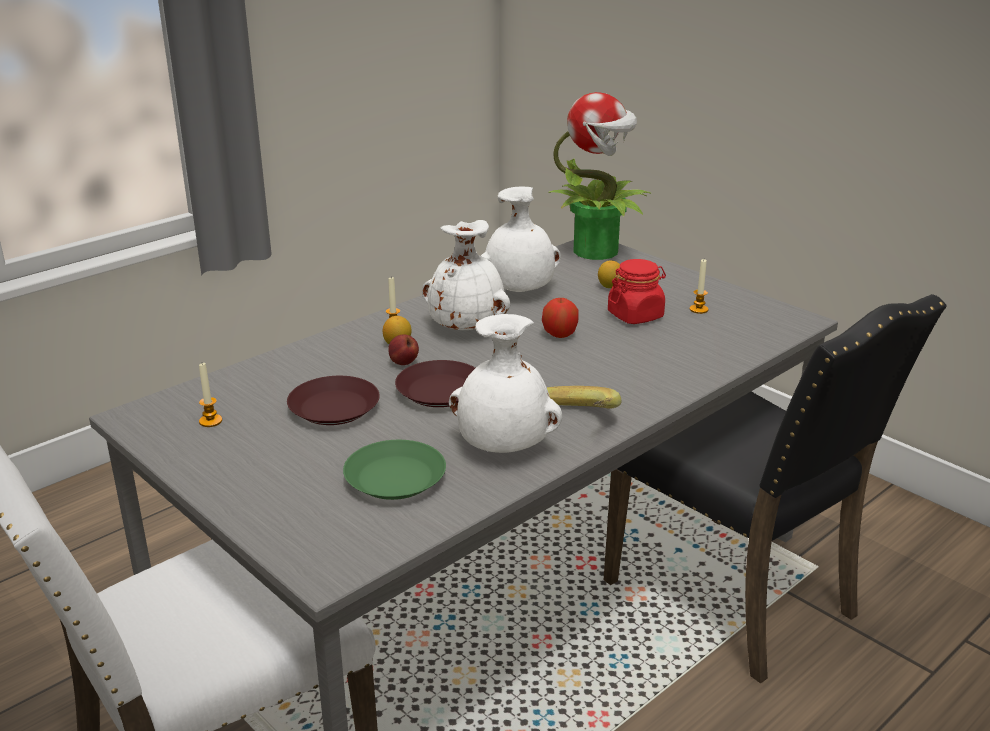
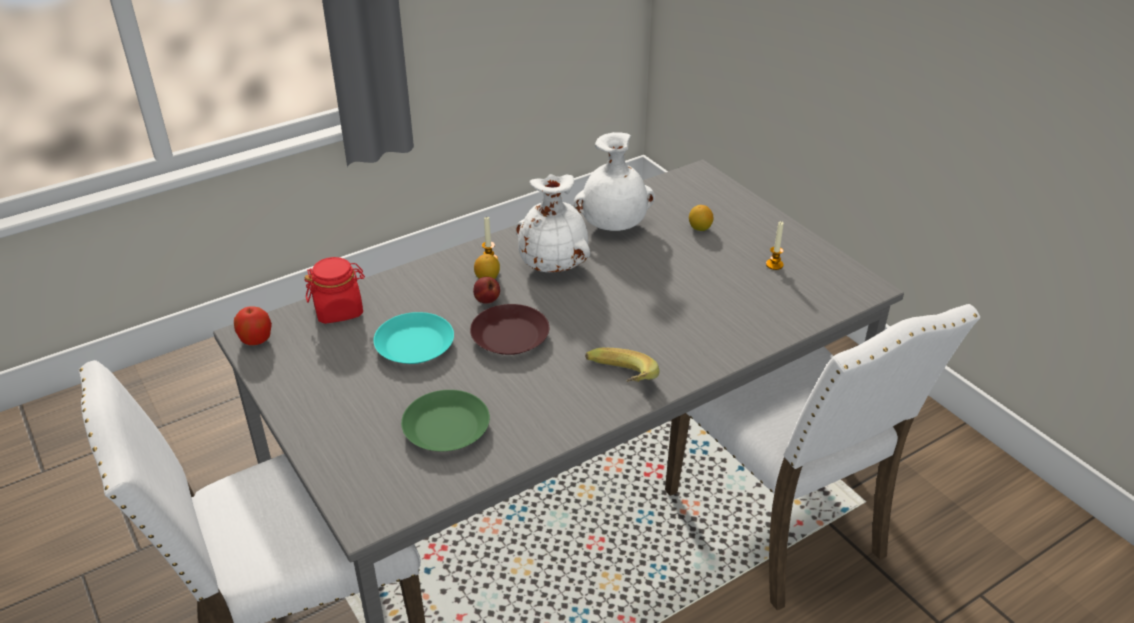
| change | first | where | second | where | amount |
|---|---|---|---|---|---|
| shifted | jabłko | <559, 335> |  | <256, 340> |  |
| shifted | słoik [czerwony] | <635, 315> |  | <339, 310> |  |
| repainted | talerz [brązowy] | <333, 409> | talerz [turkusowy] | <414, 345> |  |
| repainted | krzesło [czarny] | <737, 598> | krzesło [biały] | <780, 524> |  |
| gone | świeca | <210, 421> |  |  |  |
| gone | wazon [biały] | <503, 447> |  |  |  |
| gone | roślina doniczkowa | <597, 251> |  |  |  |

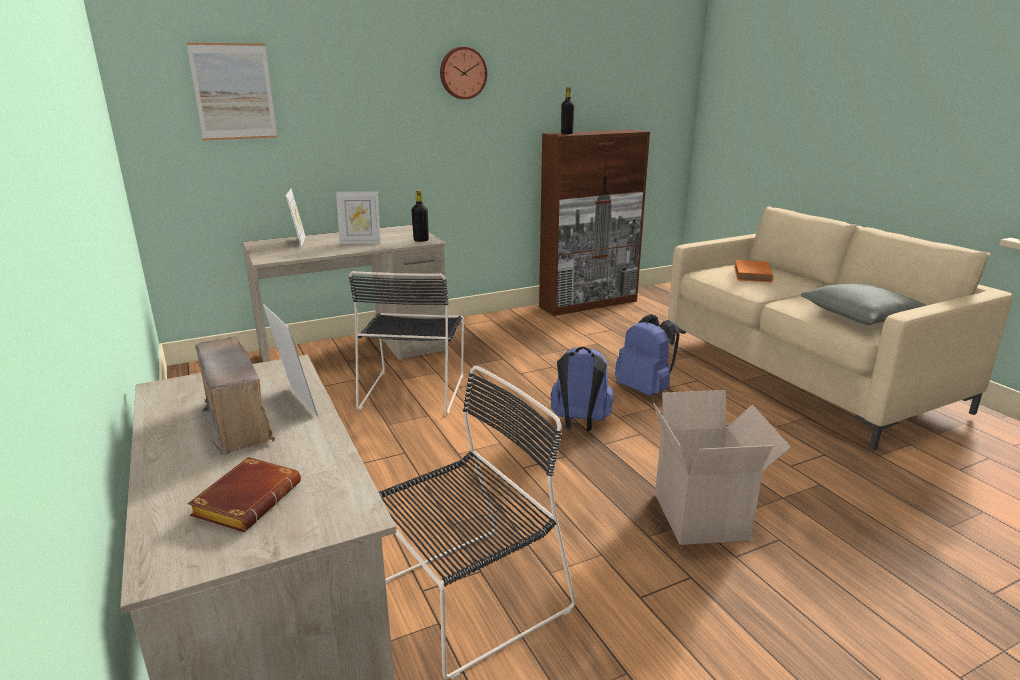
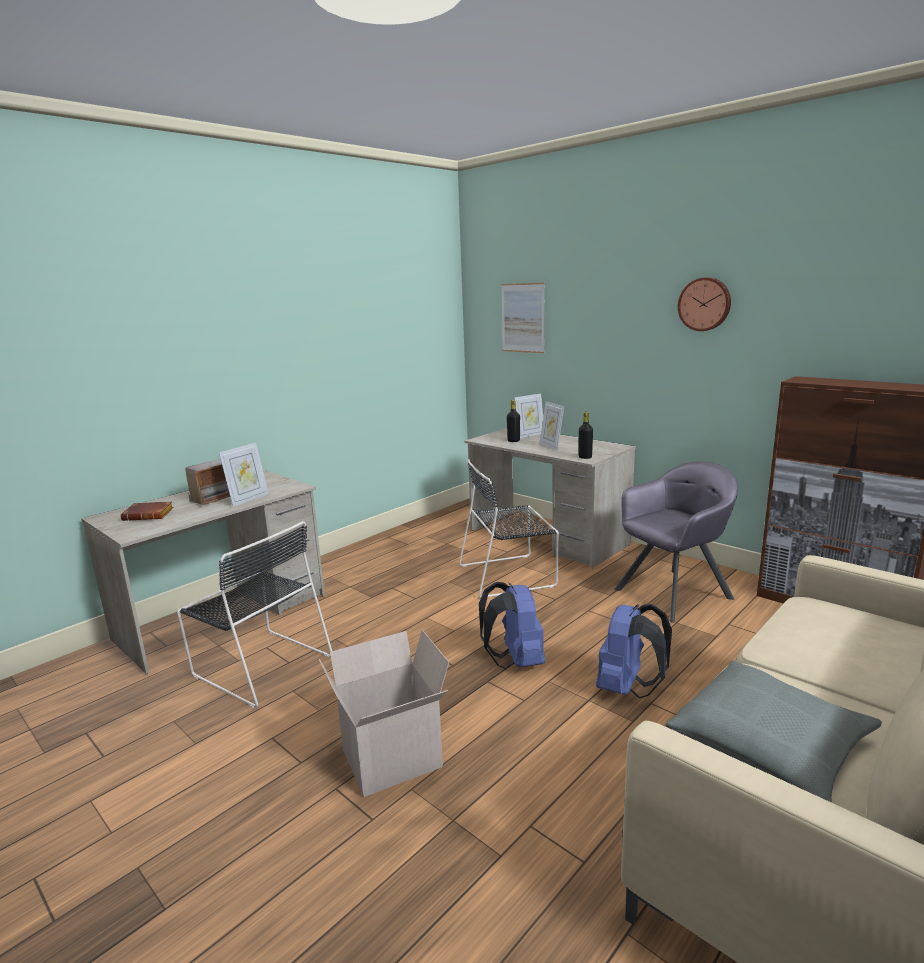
| change | first | where | second | where | amount |
|---|---|---|---|---|---|
| shifted | butelka [czarny] | <567, 133> |  | <513, 441> |  |
| new |  |  | fotel [szary] | <674, 594> |  |
| gone | książka [pomarańczowy] | <752, 275> |  |  |  |

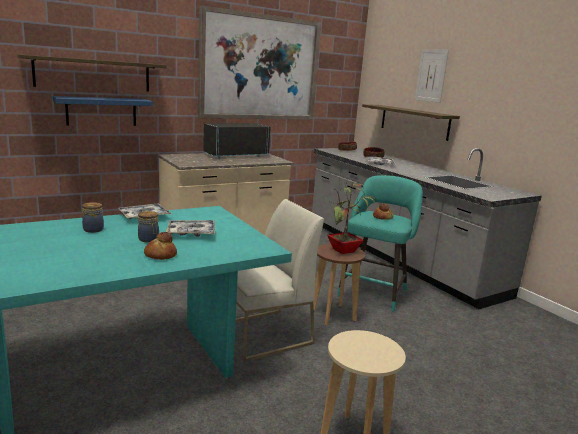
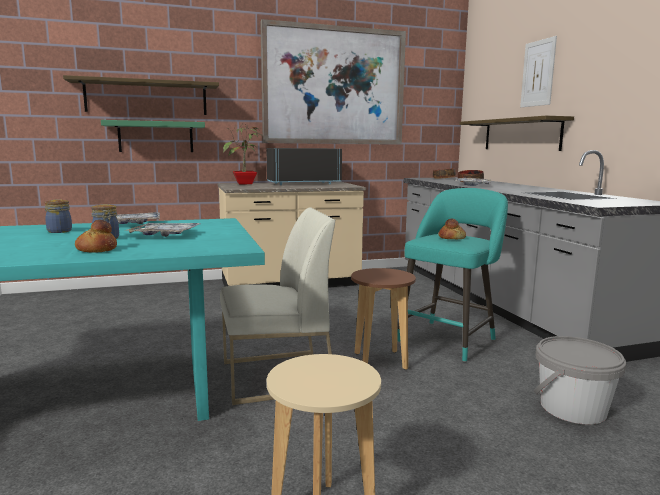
| change | first | where | second | where | amount |
|---|---|---|---|---|---|
| repainted | półka [niebieski] | <101, 111> | półka [zielony] | <156, 137> |  |
| shifted | roślina doniczkowa | <344, 251> |  | <245, 184> |  |
| new |  |  | wiadro [szary] | <572, 408> |  |

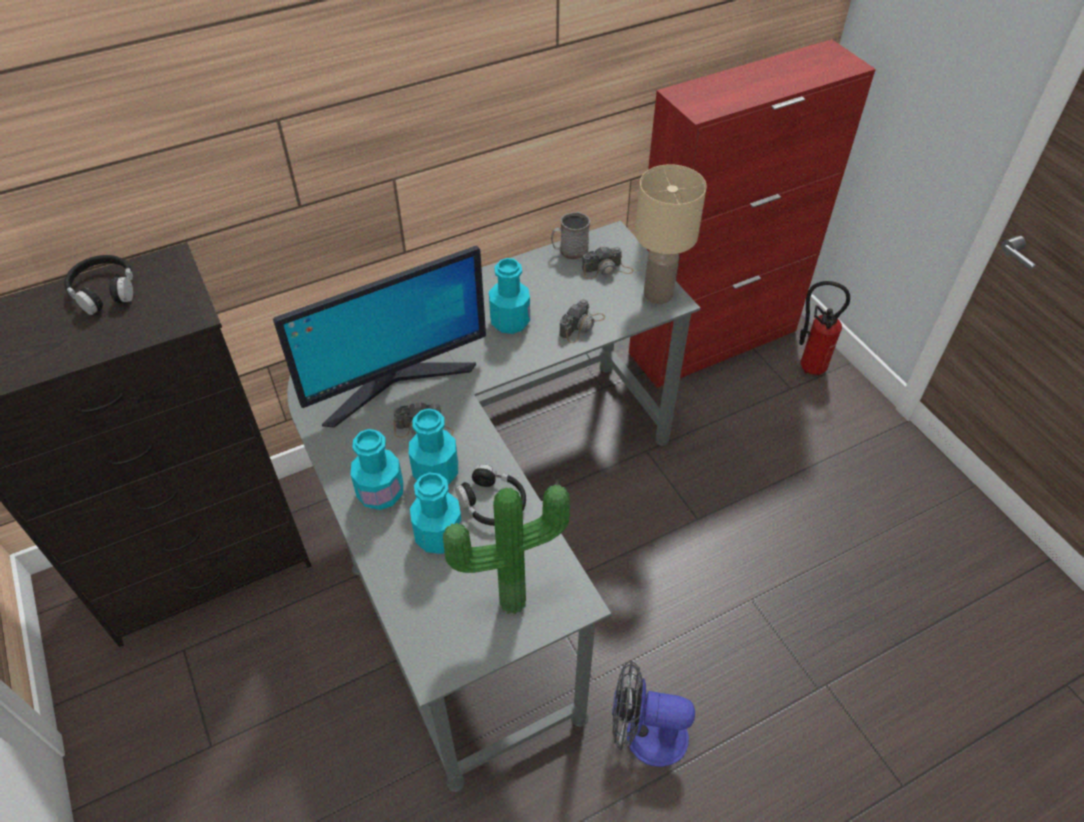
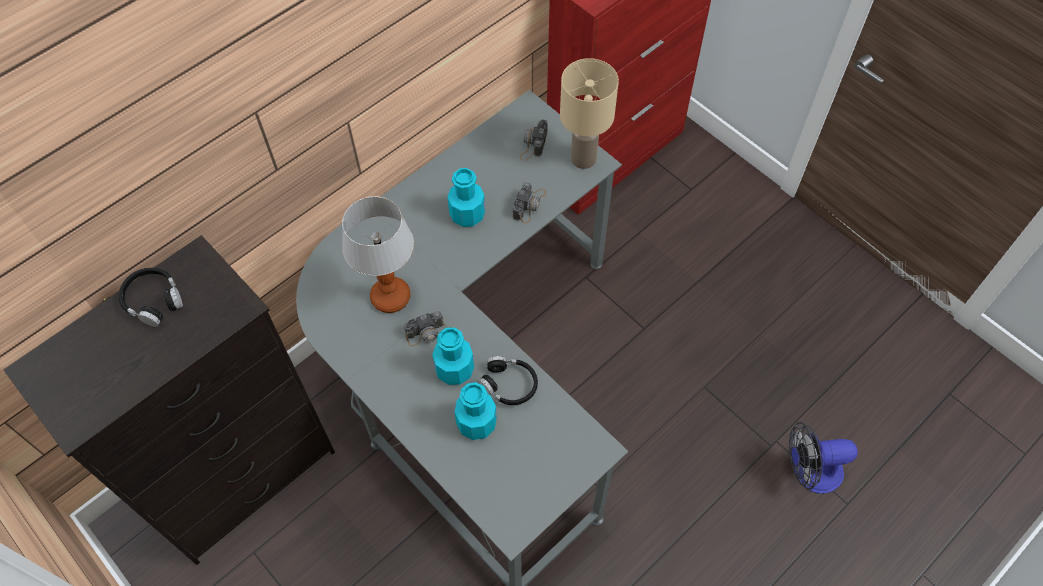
| change | first | where | second | where | amount |
|---|---|---|---|---|---|
| swapped | monitor | <395, 383> | lampa stołowa | <390, 296> |  |
| rotated | aparat fotograficzny | <607, 270> |  | <533, 144> | 135 degrees clockwise |
| shifted | wentylator | <645, 735> |  | <809, 472> |  |
| gone | butelka [turkusowy] | <380, 493> |  |  |  |
| gone | roślina doniczkowa | <510, 597> |  |  |  |
| gone | kubek [szary] | <569, 251> |  |  |  |
| gone | gaśnica | <807, 366> |  |  |  |

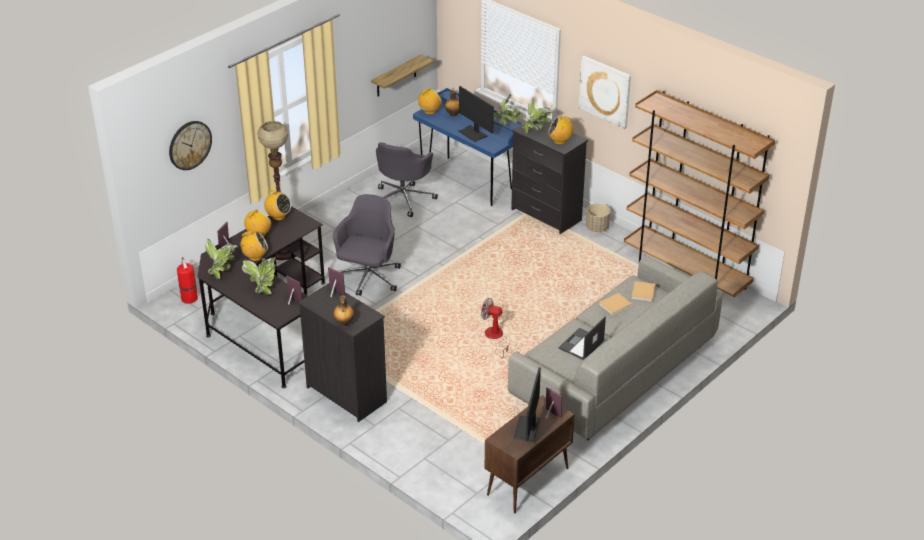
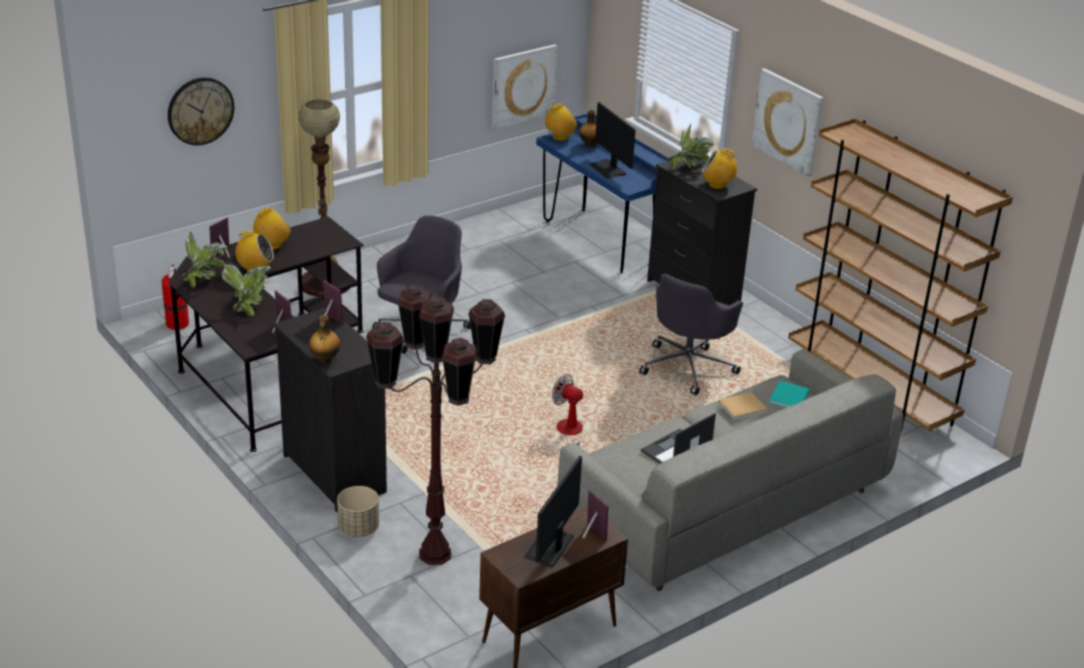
| change | first | where | second | where | amount |
|---|---|---|---|---|---|
| shifted | donica [beżowy] | <597, 228> |  | <359, 529> |  |
| new |  |  | lampa stojąca [brązowy] | <434, 554> |  |
| swapped | półka | <396, 76> | obraz | <522, 86> |  |
| shifted | krzesło biurowe [szary] | <403, 198> |  | <688, 366> |  |
| repainted | książka [beżowy] | <643, 293> | książka [turkusowy] | <788, 398> |  |
| gone | radio | <278, 216> |  |  |  |
| gone | roślina doniczkowa | <505, 124> |  |  |  |

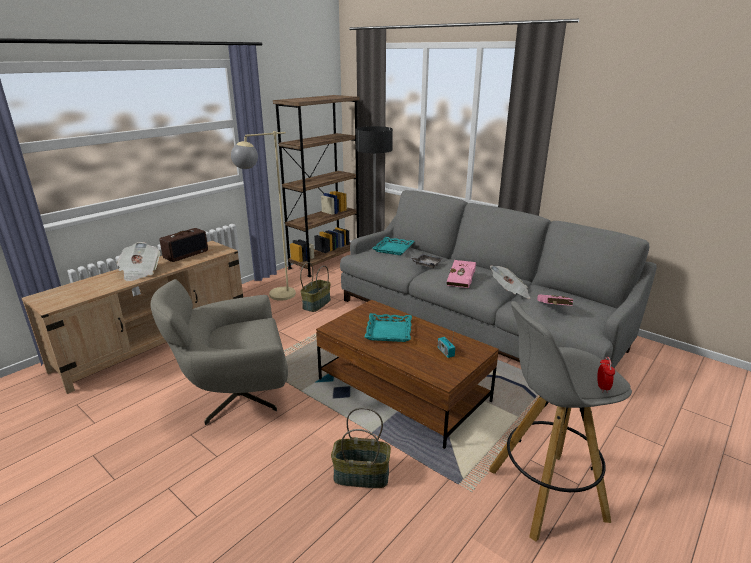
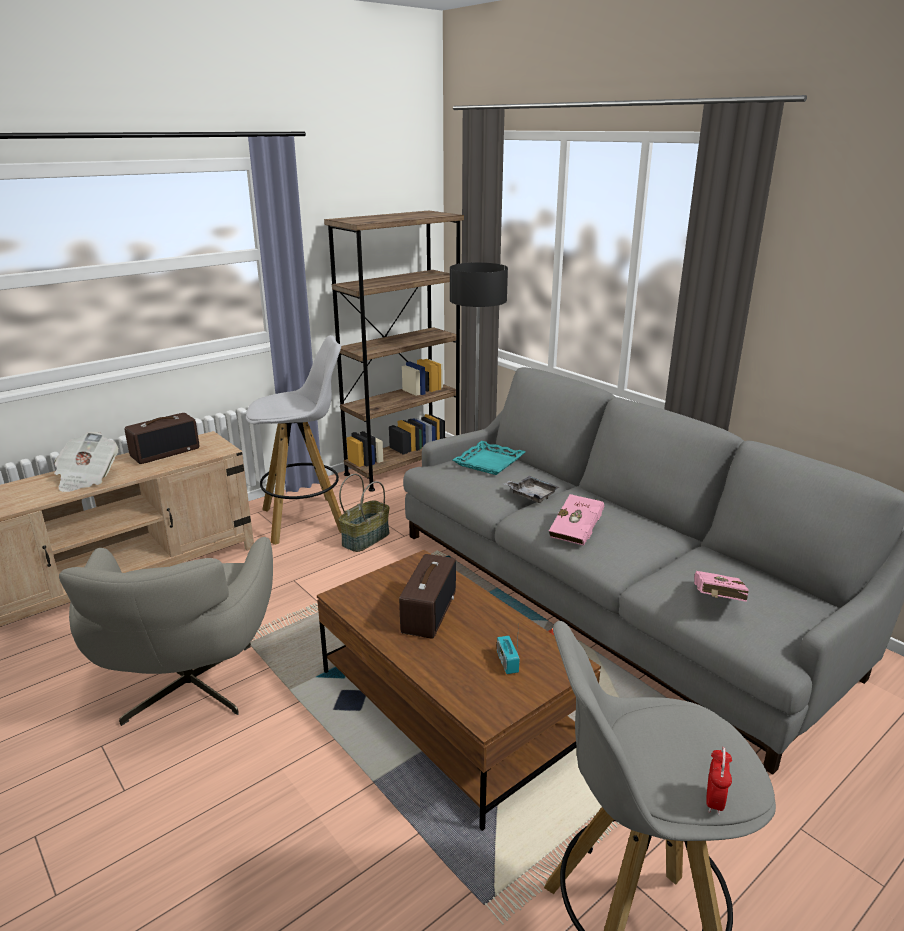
| change | first | where | second | where | amount |
|---|---|---|---|---|---|
| rotated | fotel [szary] | <235, 396> |  | <189, 687> | 90 degrees counterclockwise |
| swapped | lampa stojąca [beżowy] | <273, 296> | stołek [biały] | <306, 520> |  |
| swapped | taca [turkusowy] | <388, 331> | radio | <428, 612> |  |
| gone | koszyk | <360, 476> |  |  |  |
| gone | gazeta | <509, 292> |  |  |  |

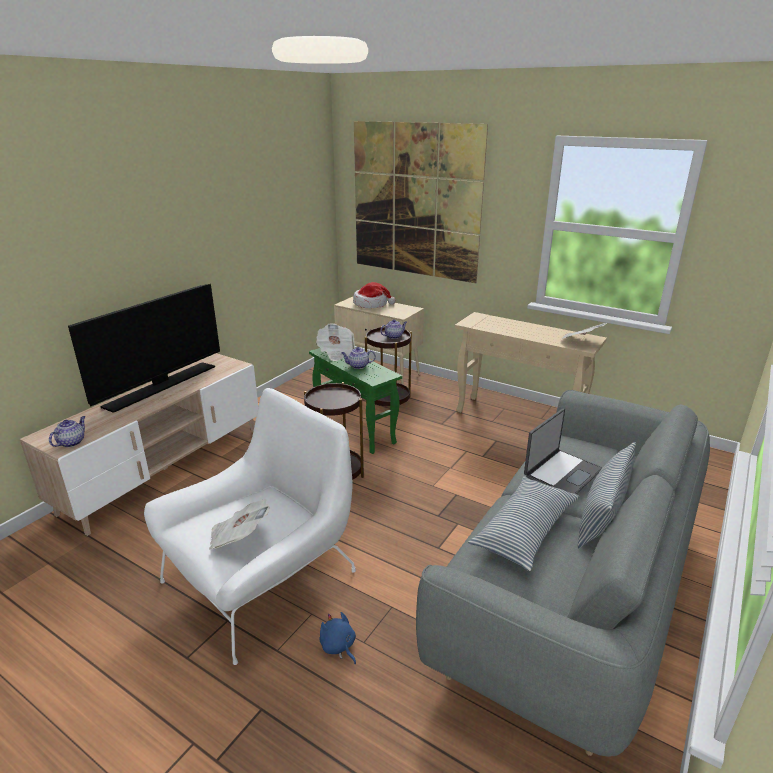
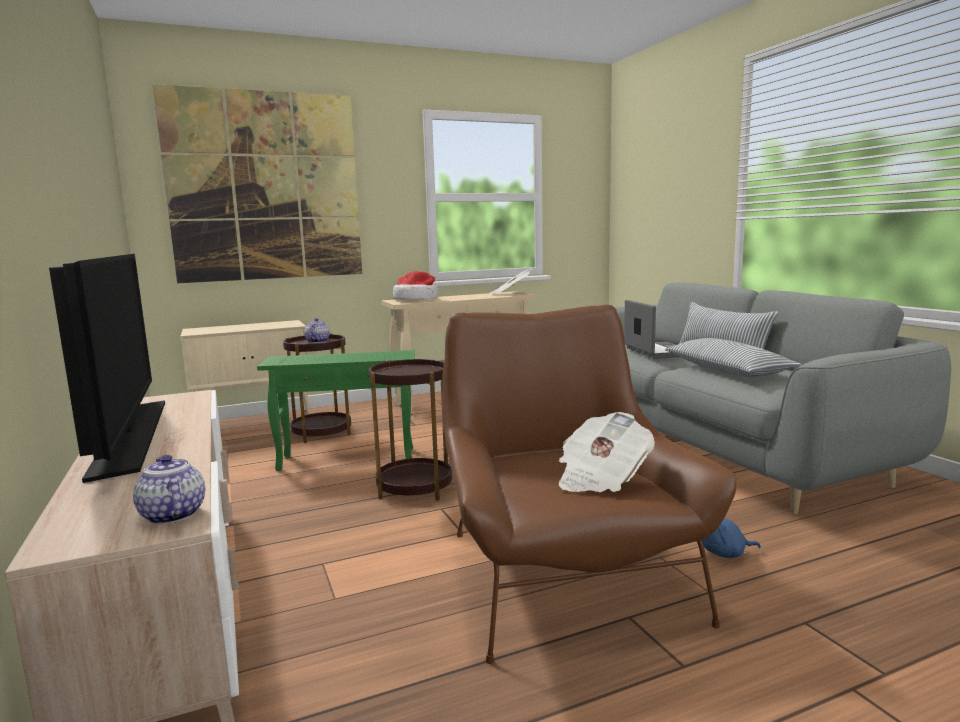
| change | first | where | second | where | amount |
|---|---|---|---|---|---|
| shifted | kapelusz | <371, 304> |  | <417, 300> |  |
| repainted | fotel [biały] | <262, 577> | fotel [brązowy] | <564, 574> |  |
| gone | gazeta | <336, 352> |  |  |  |
| gone | imbryk | <358, 366> |  |  |  |

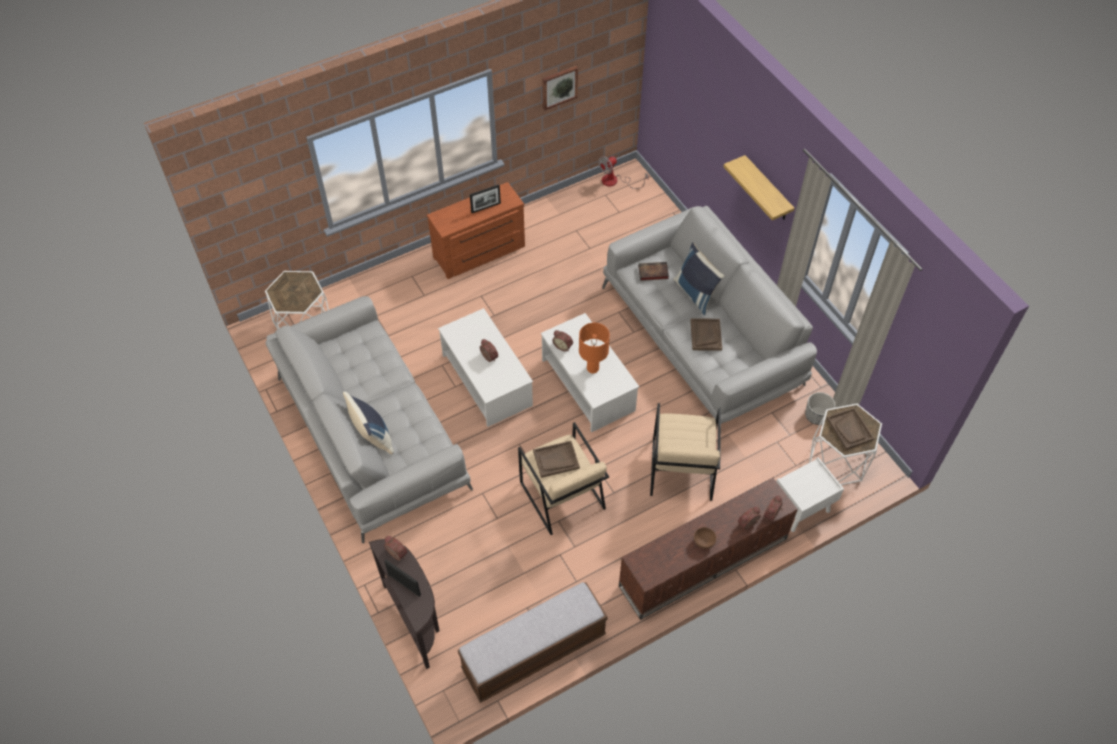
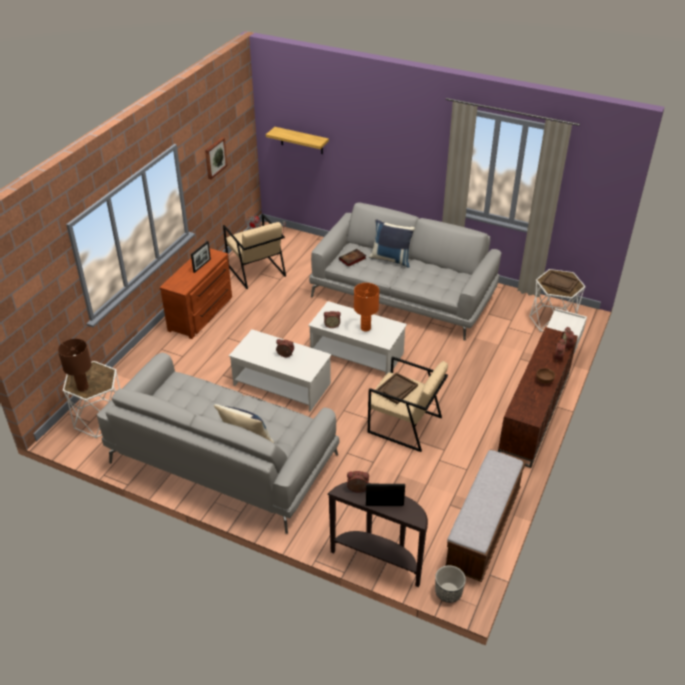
| change | first | where | second | where | amount |
|---|---|---|---|---|---|
| new |  |  | lampa stołowa [brązowy] | <82, 387> |  |
| shifted | fotel [beżowy] | <681, 469> |  | <256, 270> |  |
| shifted | półka | <767, 189> |  | <301, 140> |  |
| shifted | donica | <817, 416> |  | <448, 592> |  |
| gone | taca [brązowy] | <705, 335> |  |  |  |

